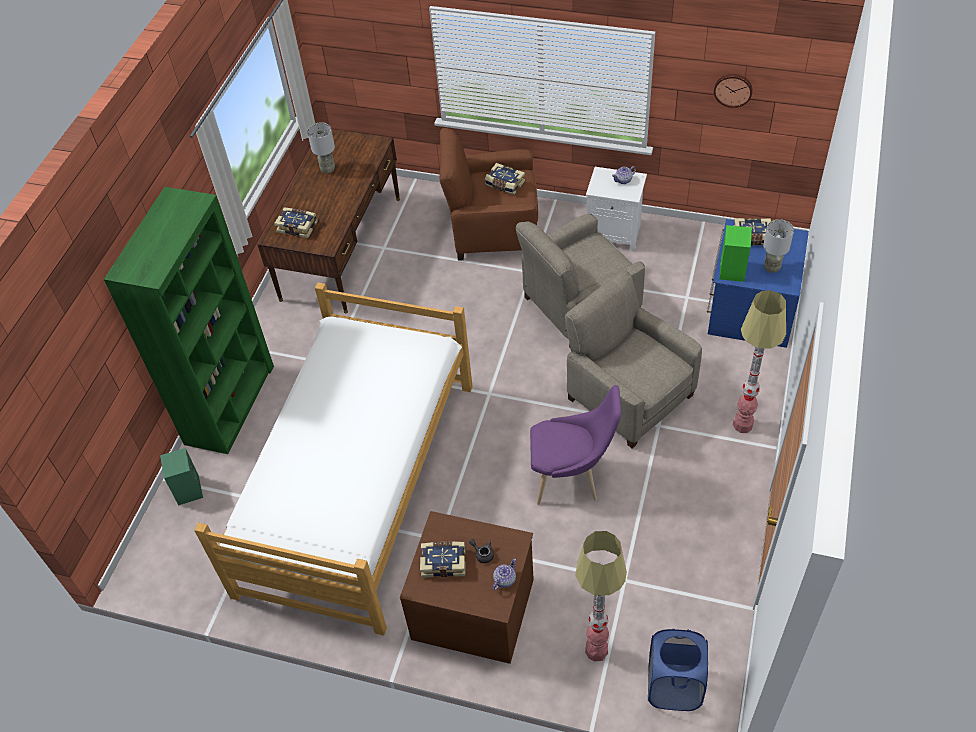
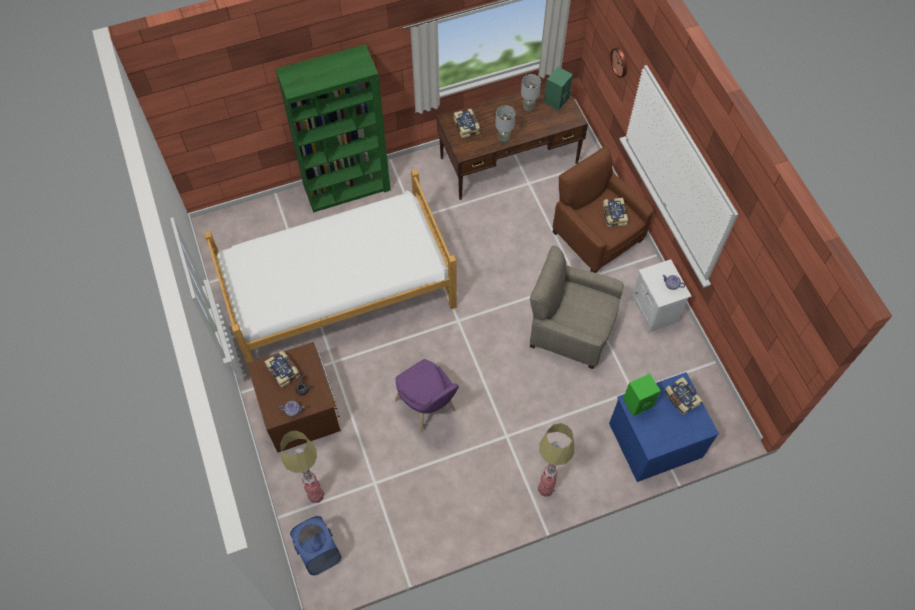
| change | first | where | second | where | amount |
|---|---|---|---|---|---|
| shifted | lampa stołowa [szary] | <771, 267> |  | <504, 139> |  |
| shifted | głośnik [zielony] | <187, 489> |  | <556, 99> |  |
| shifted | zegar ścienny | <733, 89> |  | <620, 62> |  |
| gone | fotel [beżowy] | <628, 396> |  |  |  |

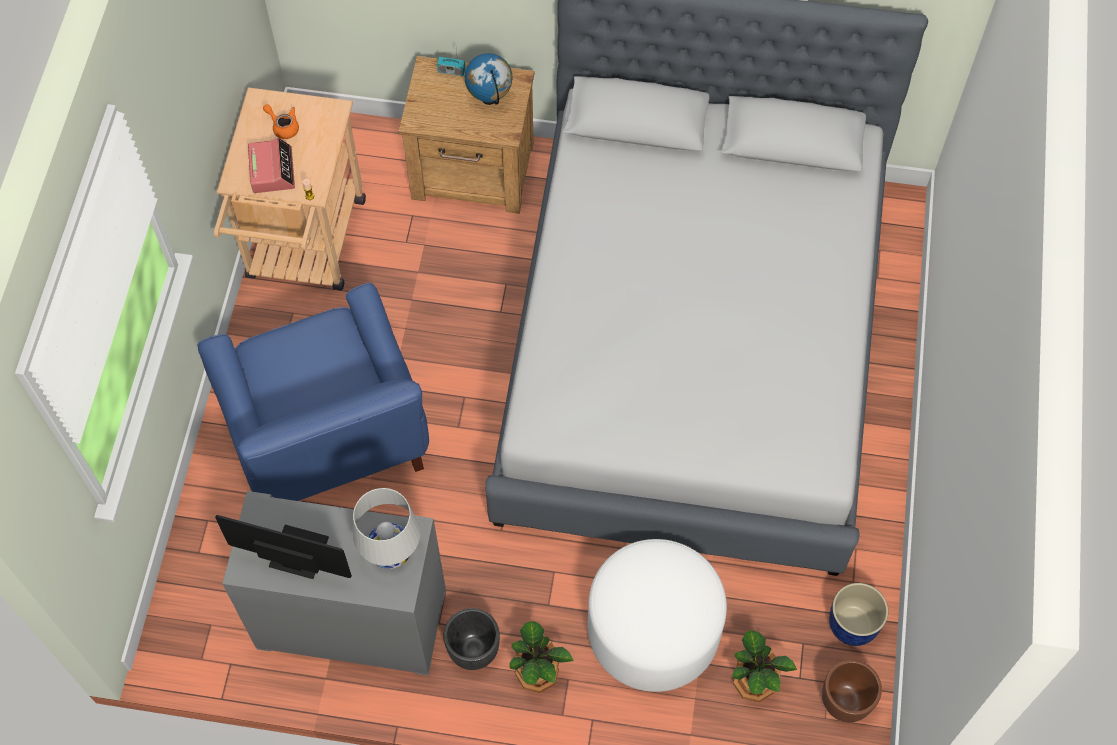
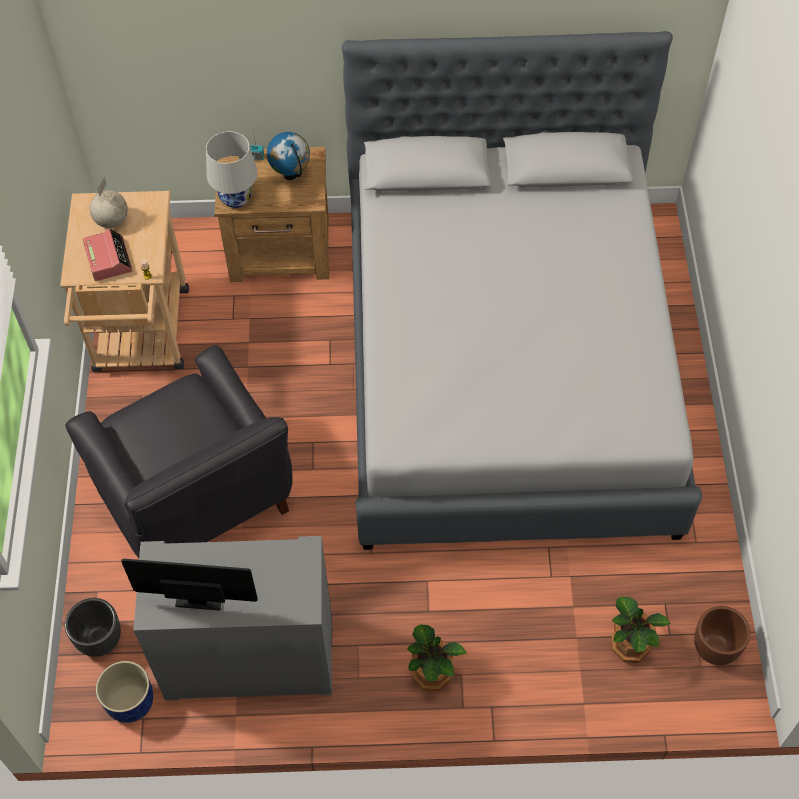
| change | first | where | second | where | amount |
|---|---|---|---|---|---|
| repainted | fotel [niebieski] | <329, 440> | fotel [czarny] | <197, 501> |  |
| shifted | donica [czarny] | <474, 650> |  | <100, 640> |  |
| swapped | imbryk [pomarańczowy] | <283, 127> | globus | <111, 221> |  |
| shifted | donica [niebieski] | <853, 625> |  | <131, 702> |  |
| shifted | lampa stołowa [biały] | <391, 551> |  | <236, 198> |  |
| gone | pufa [biały] | <653, 630> |  |  |  |

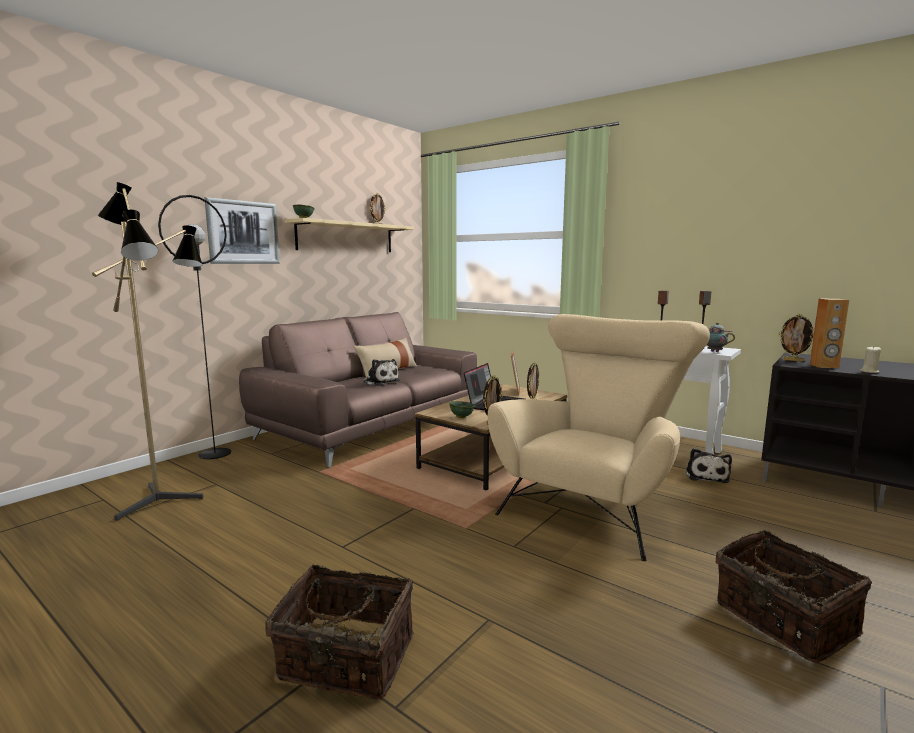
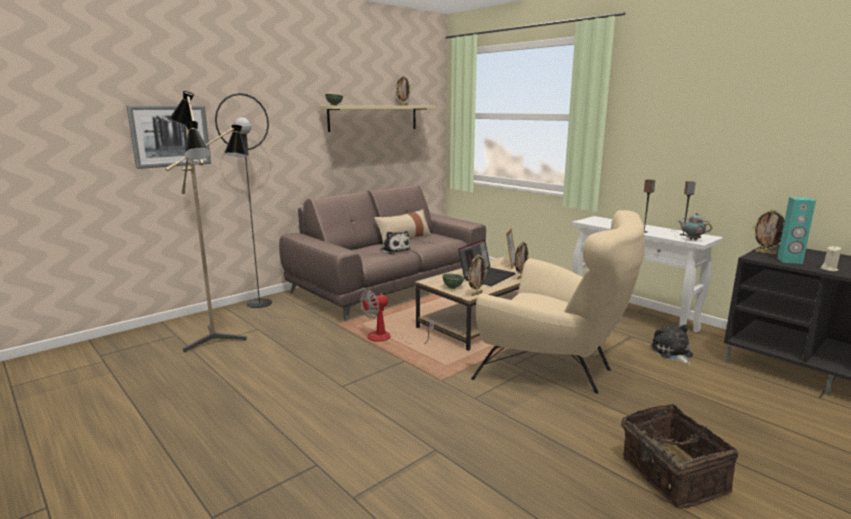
| change | first | where | second | where | amount |
|---|---|---|---|---|---|
| shifted | obraz | <243, 232> |  | <170, 136> |  |
| new |  |  | wentylator | <387, 338> |  |
| rotated | fotel [beżowy] | <593, 503> |  | <556, 369> | 75 degrees clockwise |
| rotated | pluszak | <706, 476> |  | <672, 353> | 150 degrees clockwise |
| repainted | głośnik [brązowy] | <824, 366> | głośnik [turkusowy] | <789, 261> |  |
| gone | koszyk | <345, 660> |  |  |  |

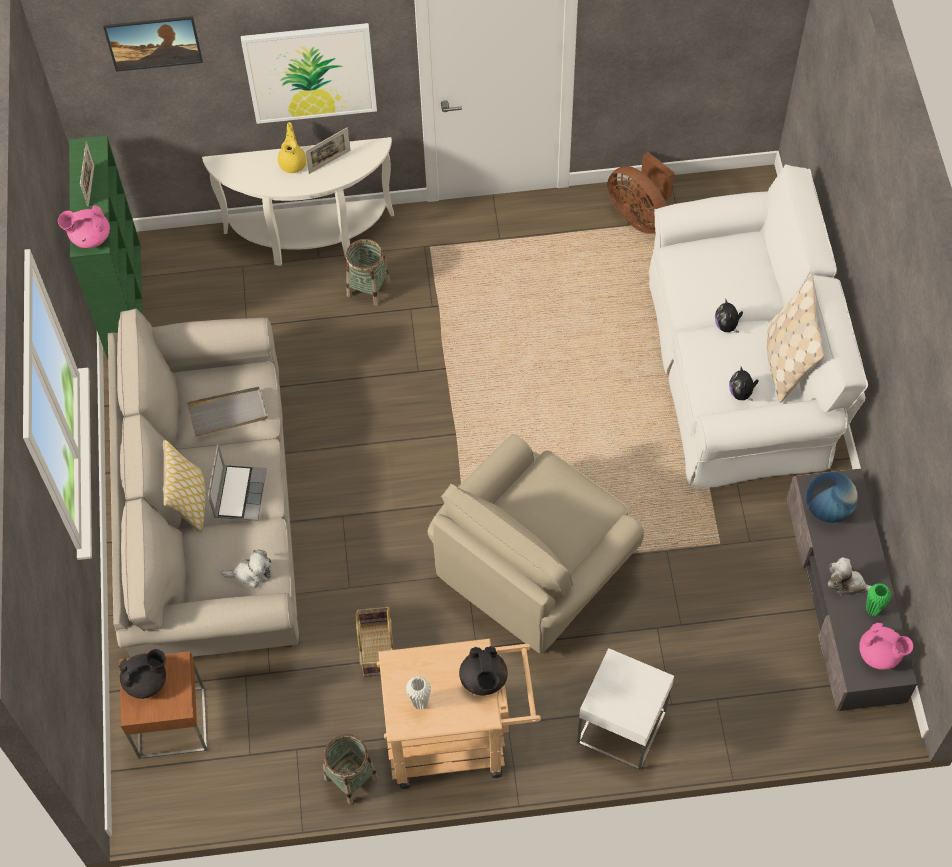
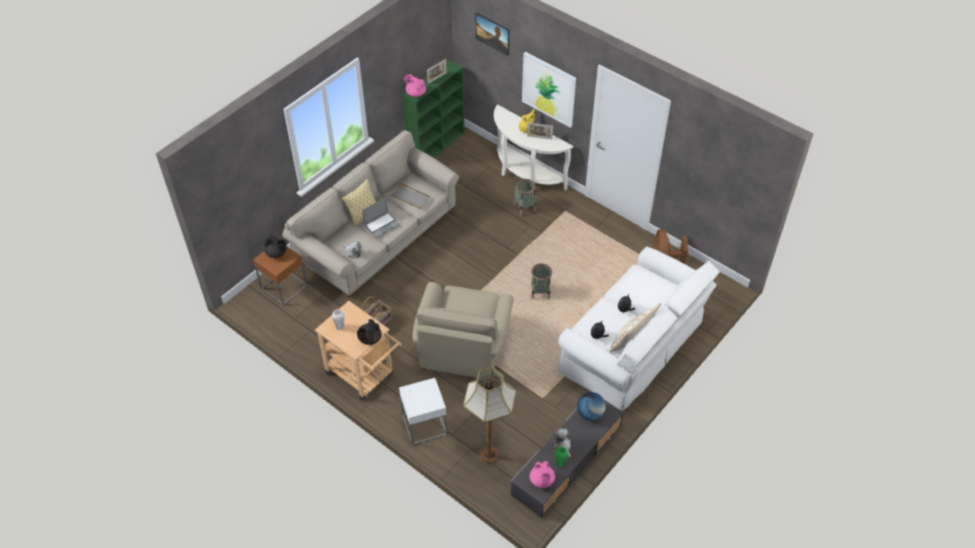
| change | first | where | second | where | amount |
|---|---|---|---|---|---|
| rotated | fotel [beżowy] | <536, 567> |  | <464, 346> | 75 degrees counterclockwise |
| new |  |  | lampa stojąca | <489, 456> |  |
| shifted | koszyk | <350, 778> |  | <540, 292> |  |

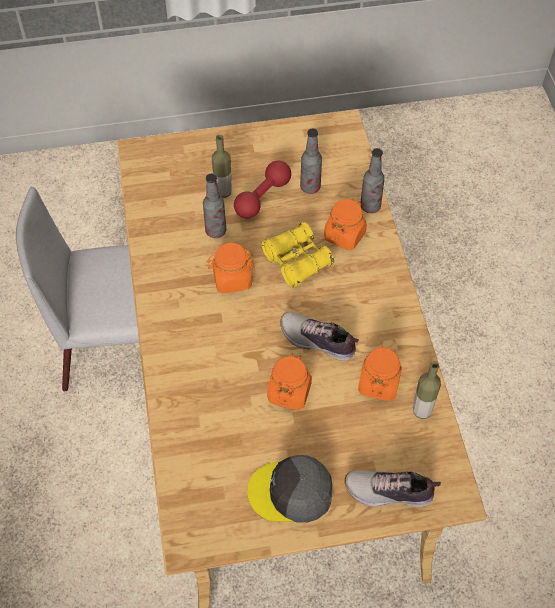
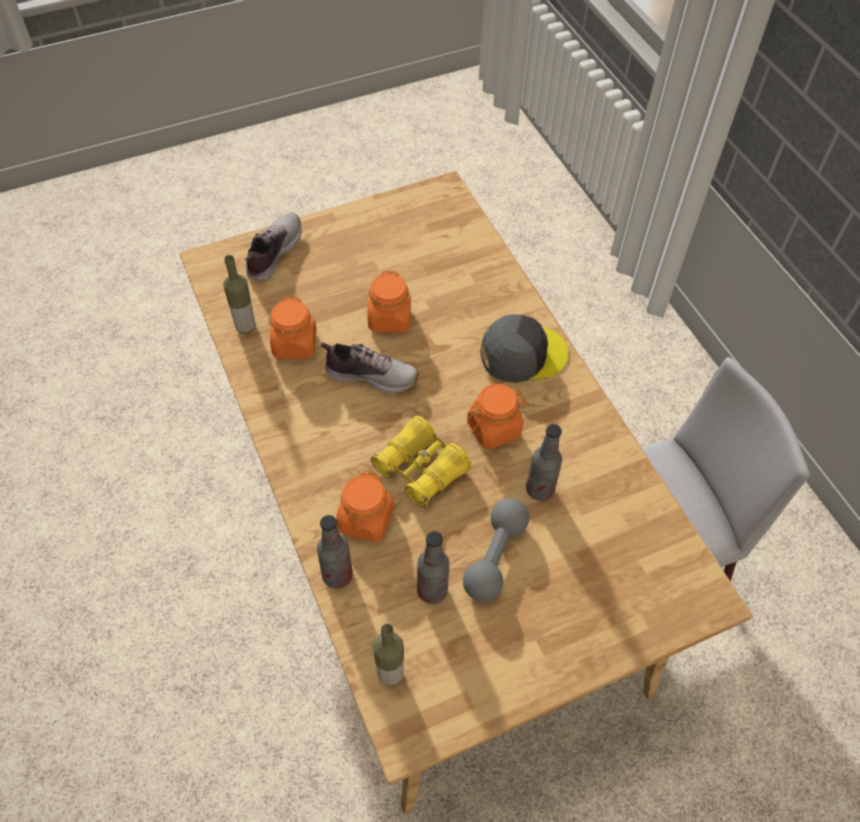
| change | first | where | second | where | amount |
|---|---|---|---|---|---|
| rotated | but | <389, 493> |  | <273, 253> | 60 degrees counterclockwise |
| shifted | butelka | <223, 192> |  | <390, 674> |  |
| repainted | hantel [czerwony] | <263, 197> | hantel [szary] | <495, 557> |  |
| shifted | czapka z daszkiem [szary] | <291, 492> |  | <522, 354> |  |

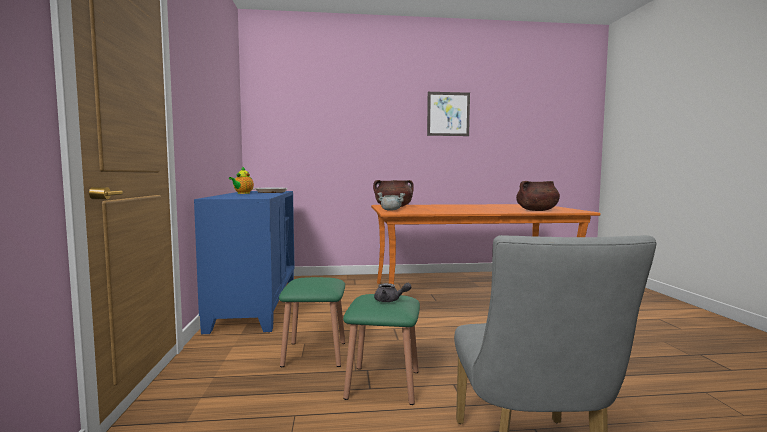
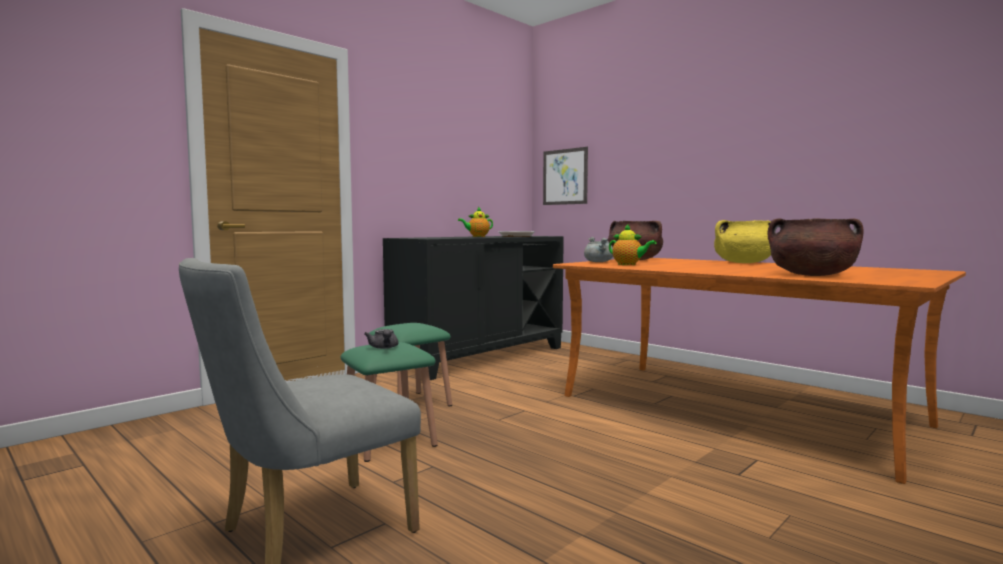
| change | first | where | second | where | amount |
|---|---|---|---|---|---|
| repainted | szafka [niebieski] | <255, 302> | szafka [czarny] | <480, 357> |  |
| shifted | obraz | <448, 114> |  | <565, 177> |  |
| new |  |  | imbryk | <629, 264> |  |
| new |  |  | garnek [żółty] | <743, 263> |  |

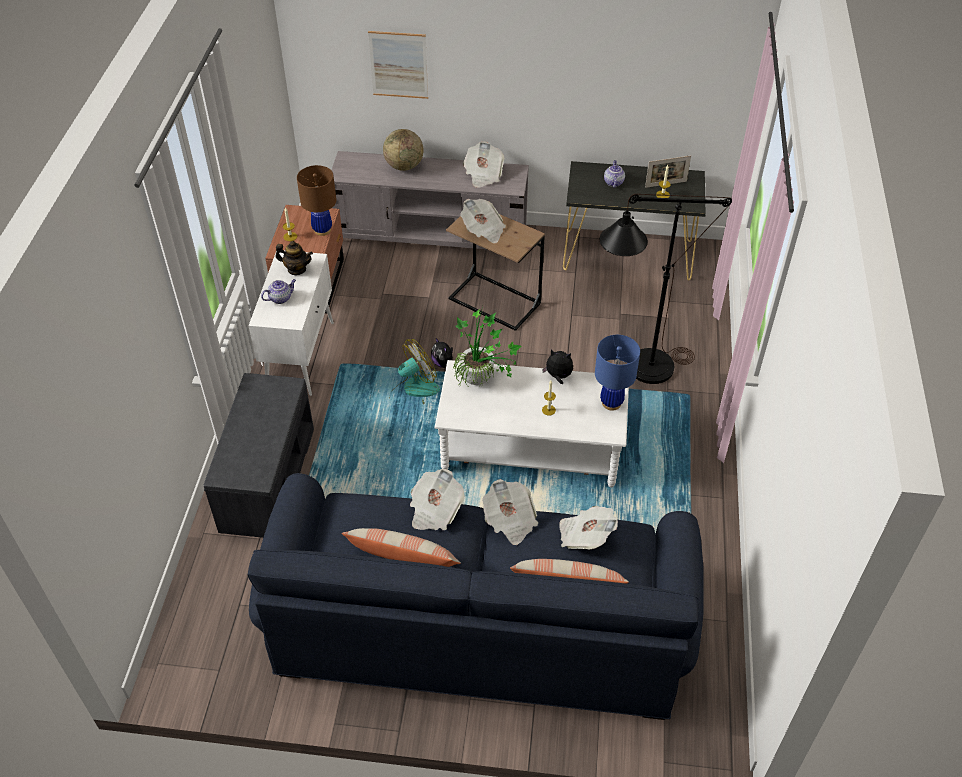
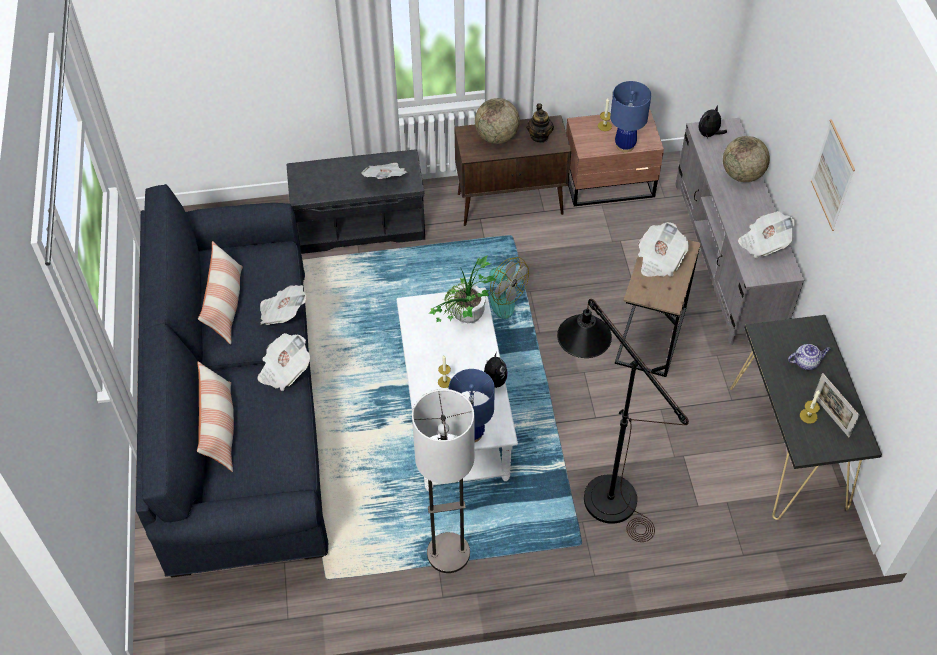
| change | first | where | second | where | amount |
|---|---|---|---|---|---|
| shifted | gazeta | <585, 536> |  | <385, 179> |  |
| new |  |  | lampa stojąca | <448, 553> |  |
| repainted | szafka [biały] | <301, 355> | szafka [brązowy] | <511, 204> |  |
| swapped | imbryk | <281, 298> | globus | <497, 137> |  |
| repainted | lampa stołowa [brązowy] | <322, 230> | lampa stołowa [niebieski] | <625, 146> |  |
| shifted | pluszak | <443, 363> |  | <709, 134> |  |
| shifted | obraz | <398, 65> |  | <832, 175> |  |

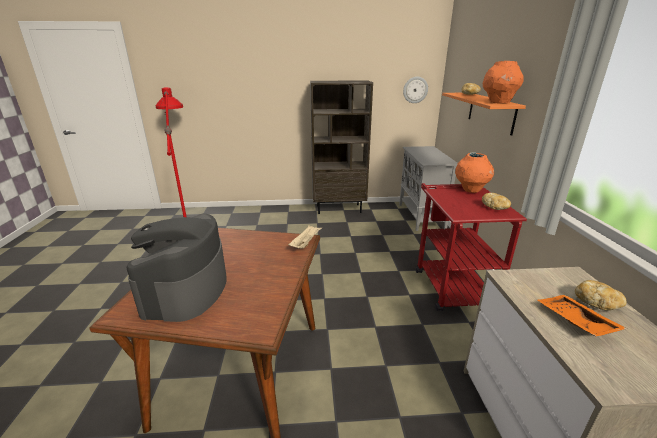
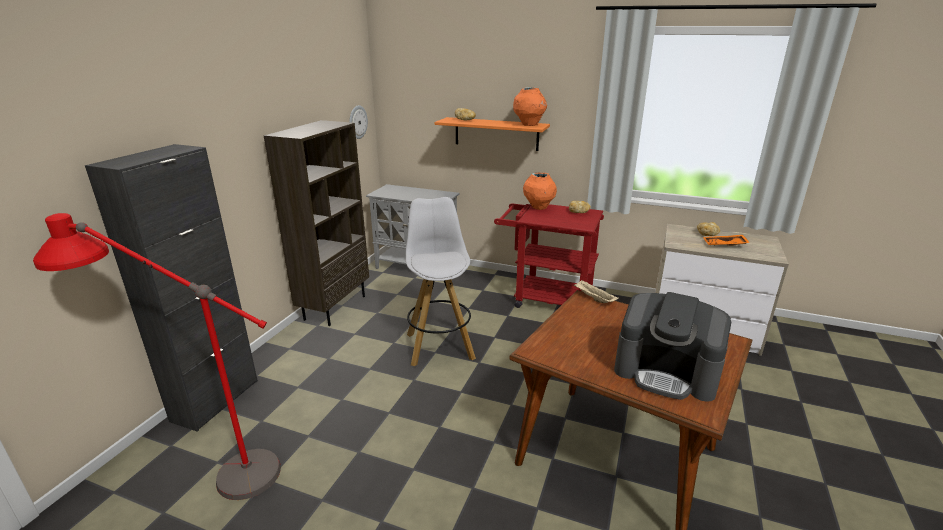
| change | first | where | second | where | amount |
|---|---|---|---|---|---|
| new |  |  | szafka [czarny] | <215, 400> |  |
| new |  |  | stołek [biały] | <439, 345> |  |

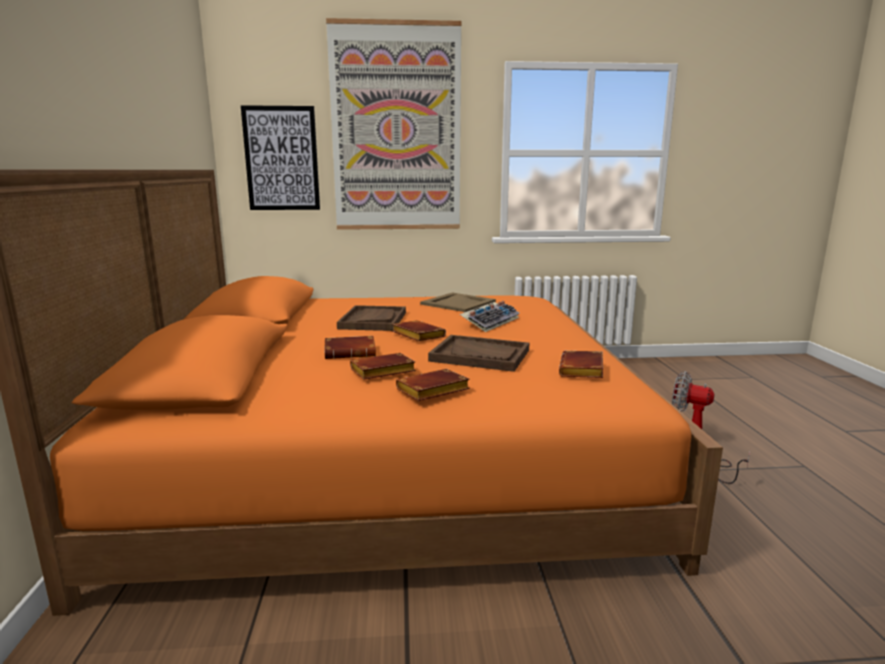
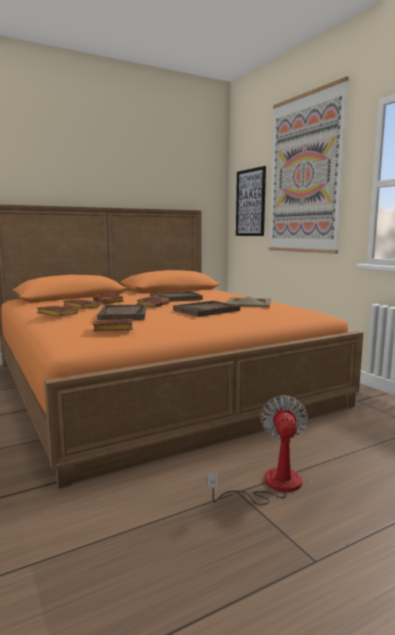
| change | first | where | second | where | amount |
|---|---|---|---|---|---|
| swapped | klawiatura | <490, 322> | taca [brązowy] | <206, 310> |  |

